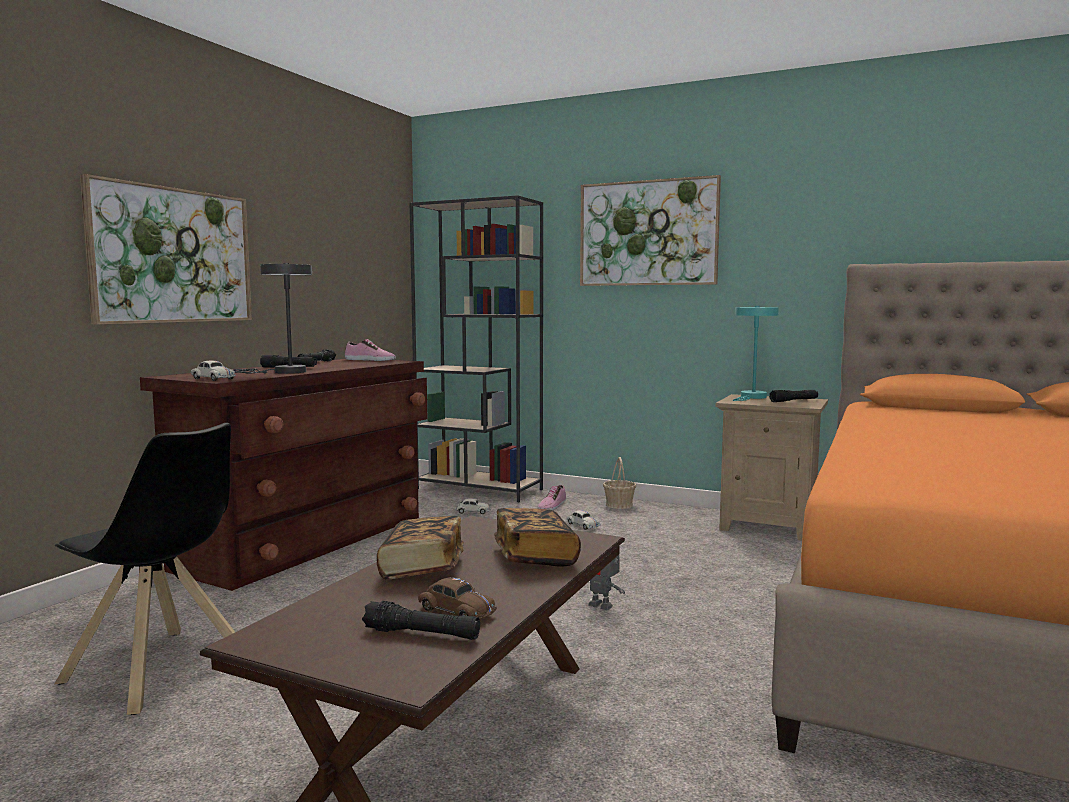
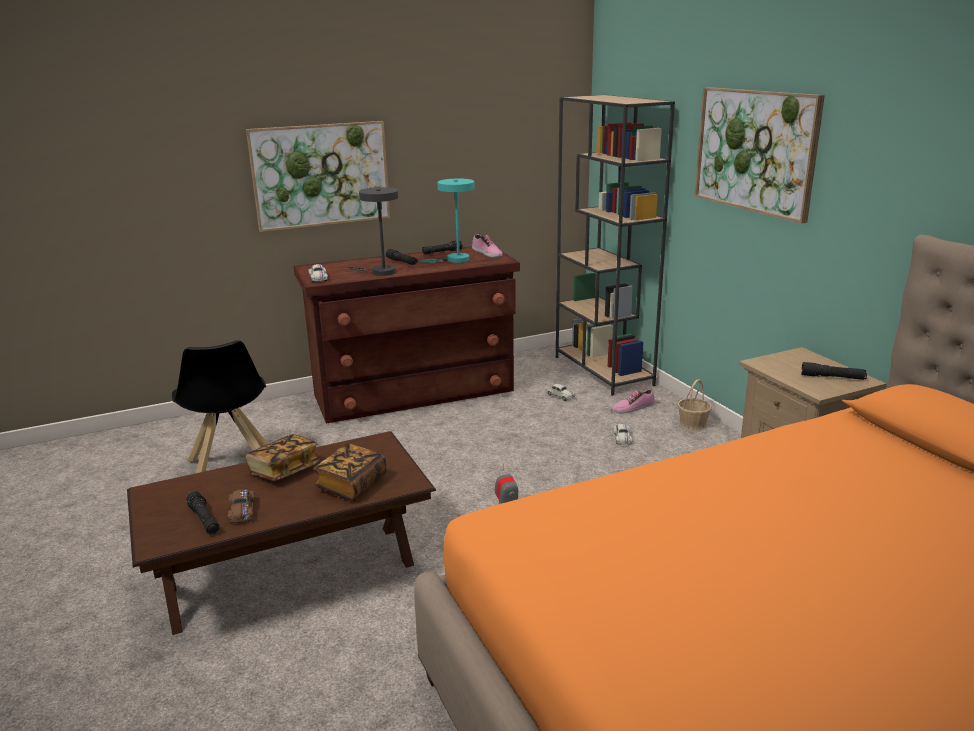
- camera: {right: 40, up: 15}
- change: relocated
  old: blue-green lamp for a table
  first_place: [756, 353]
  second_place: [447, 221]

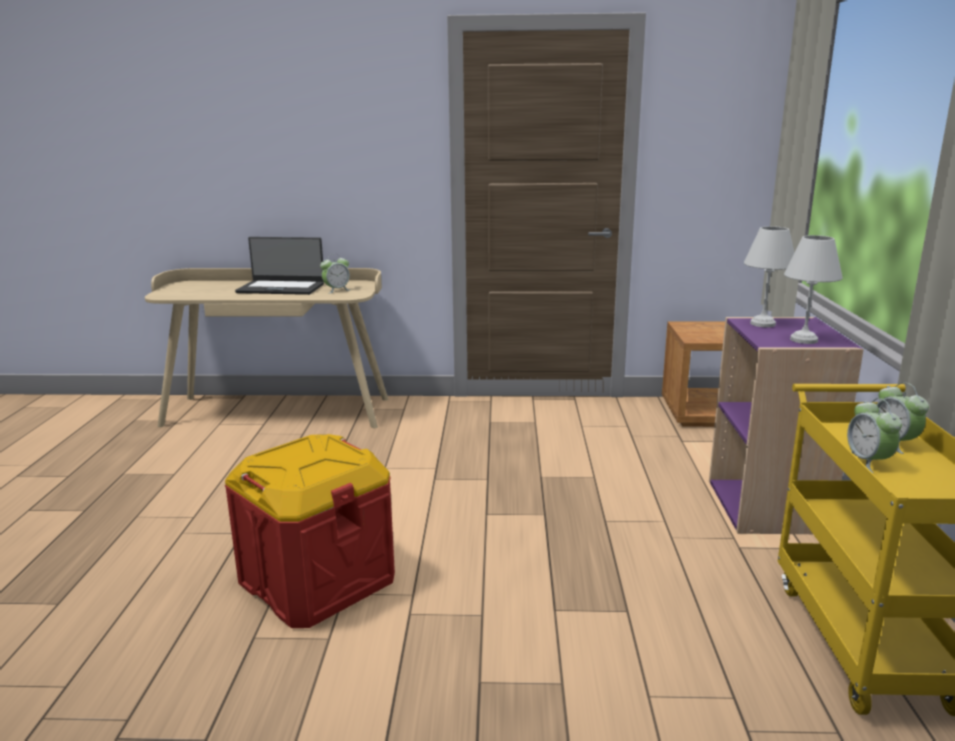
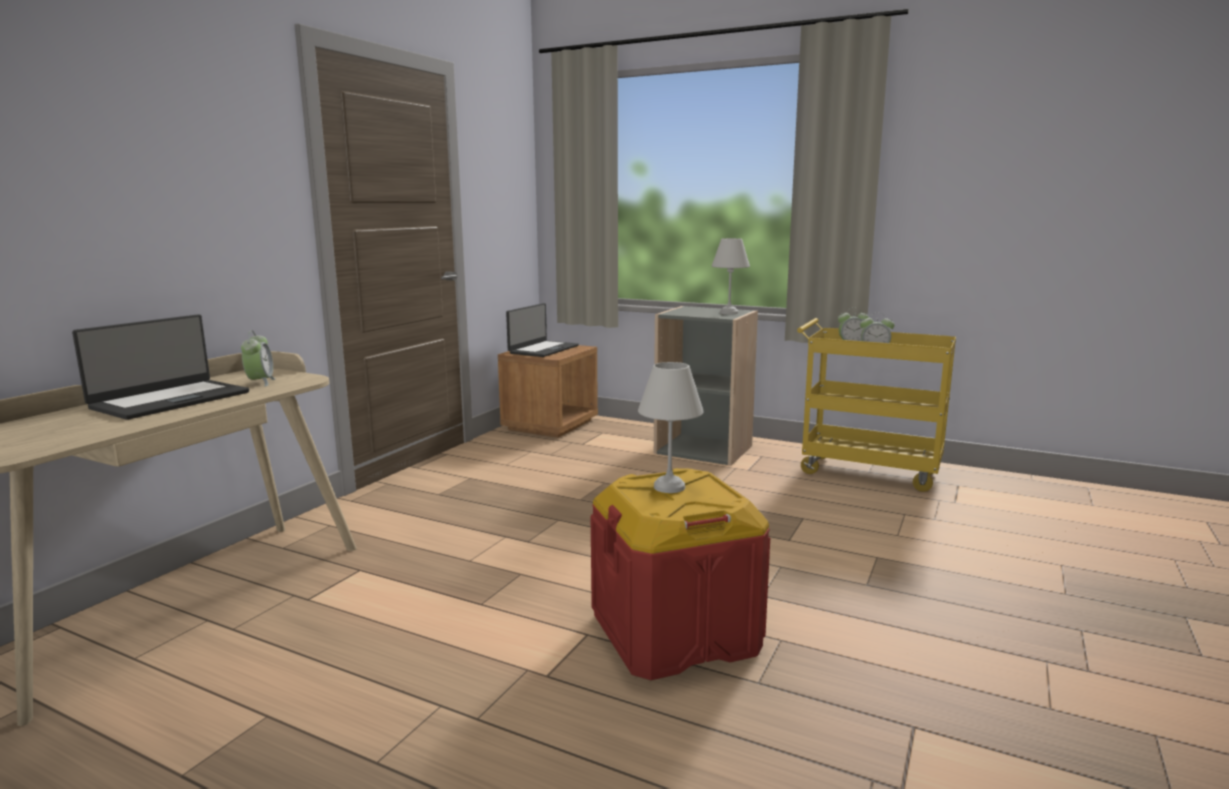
- camera: {right: -65, up: -5}
- change: appeared
  new: laptop
  second_place: [542, 330]
- change: relocated
  old: whitish lamp for a table
  first_place: [769, 276]
  second_place: [671, 427]
- change: colour
  old: purplish shelving unit
  new: greyish shelving unit
  first_place: [786, 425]
  second_place: [706, 386]

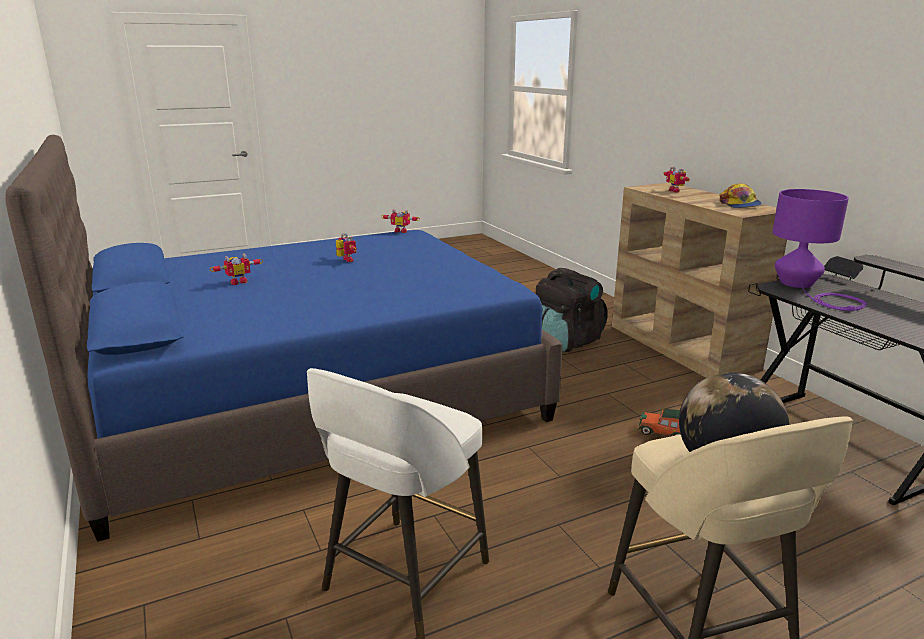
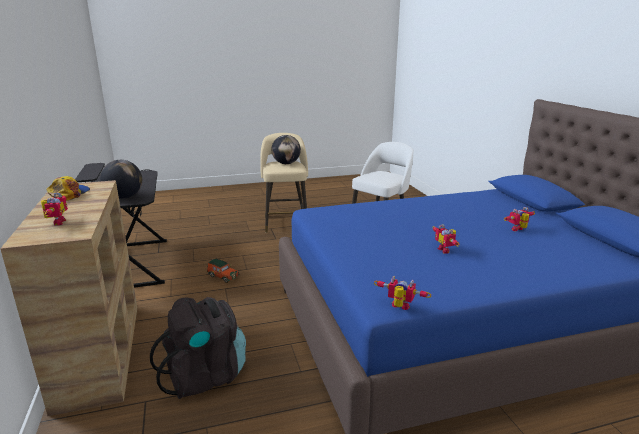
- camera: {right: -170, up: 0}
- change: exchanged
  old: purplish lamp for a table
  new: globe
  first_place: [820, 250]
  second_place: [121, 179]

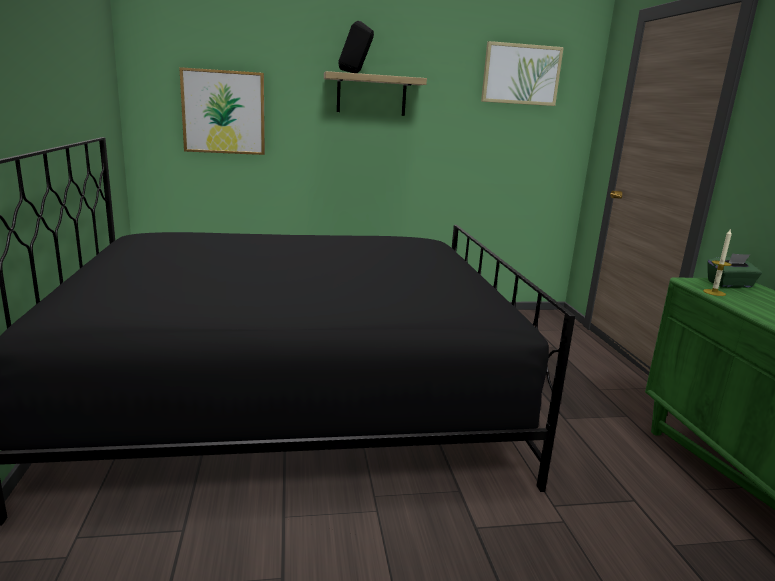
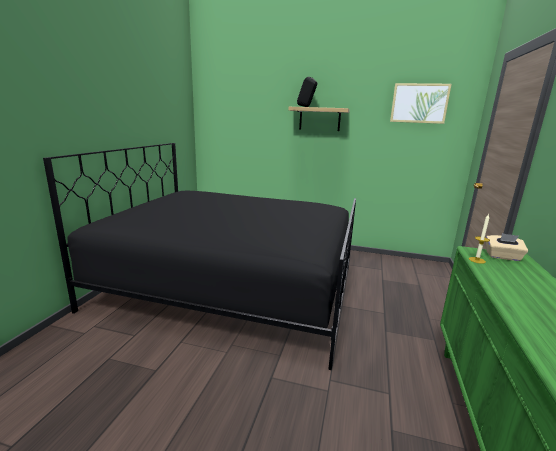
- camera: {right: 25, up: 0}
- change: missing
  old: picture
  first_place: [222, 111]
- change: colour
  old: green tissue holder
  new: beige tissue holder
  first_place: [734, 270]
  second_place: [507, 247]

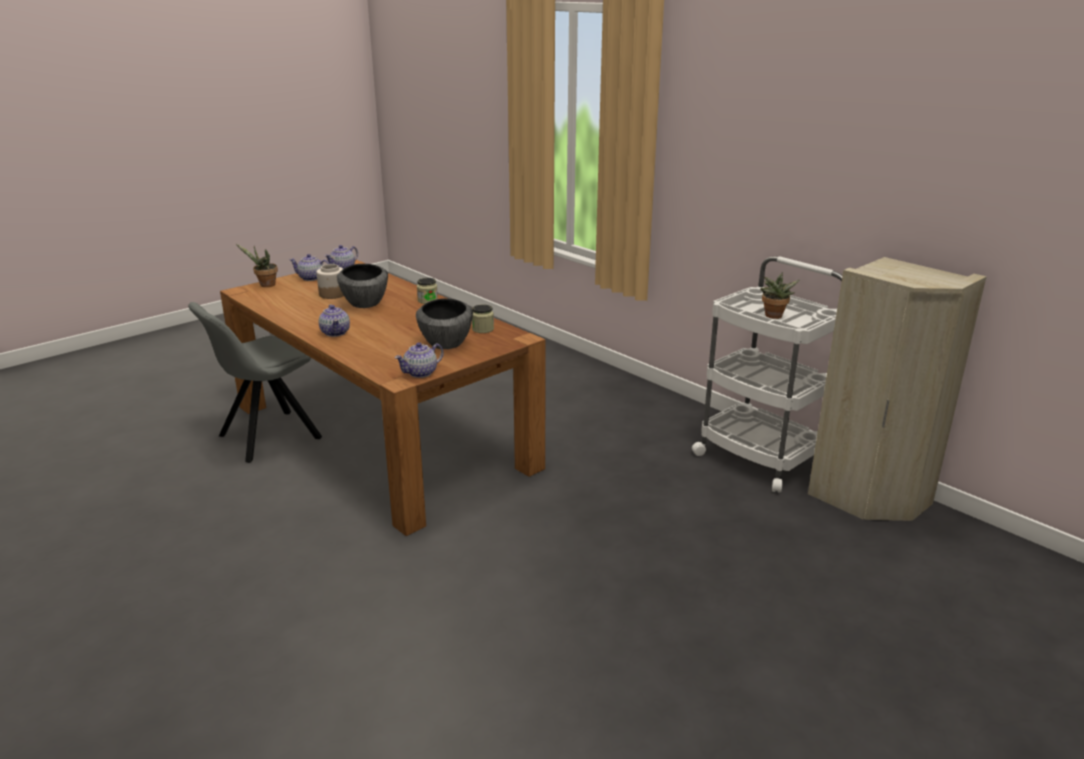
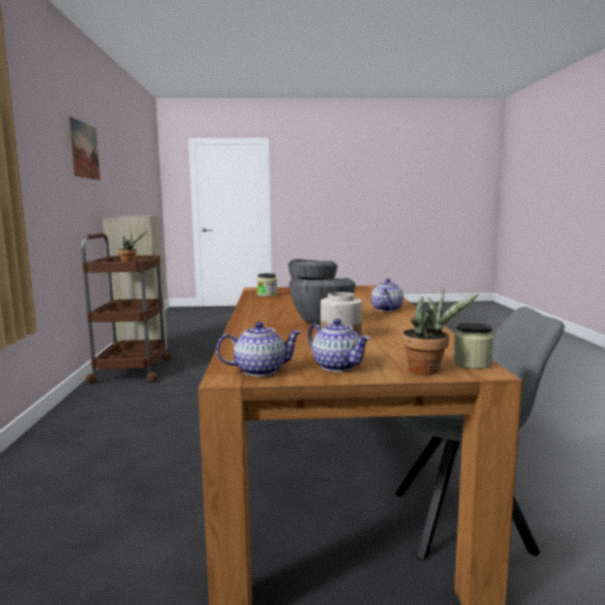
- camera: {right: -140, up: -15}
- change: missing
  old: pot for tea
  first_place: [419, 360]
- change: appeared
  new: picture
  second_place: [84, 148]
- change: relocated
  old: storage jar
  first_place: [427, 291]
  second_place: [473, 345]
- change: colour
  old: whitish cart
  new: brownish cart
  first_place: [767, 374]
  second_place: [126, 308]

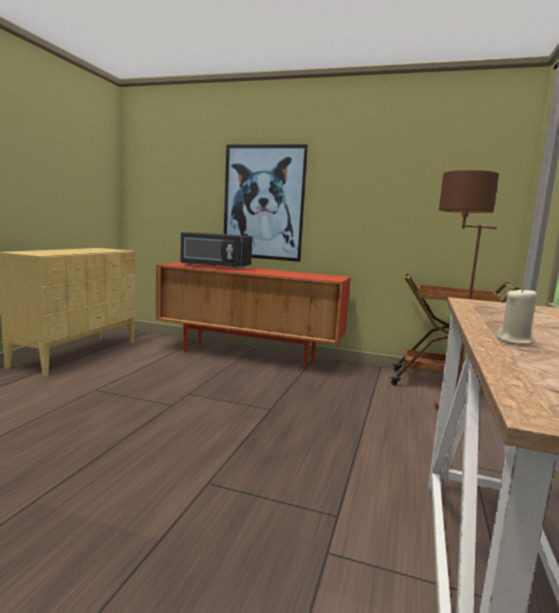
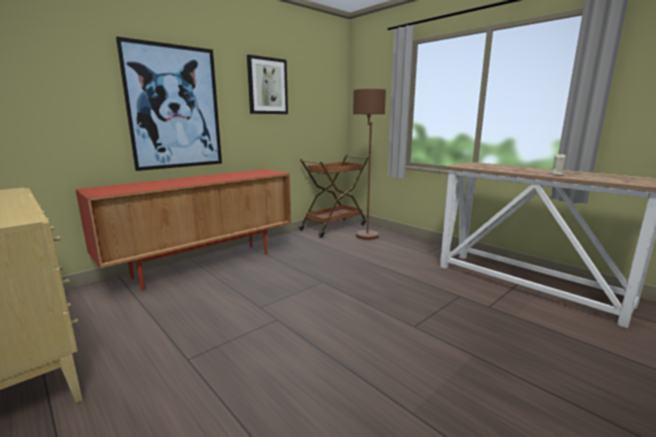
- camera: {right: -60, up: 5}
- change: missing
  old: black-coloured microwave
  first_place: [216, 251]
- change: appeared
  new: picture
  second_place: [267, 84]

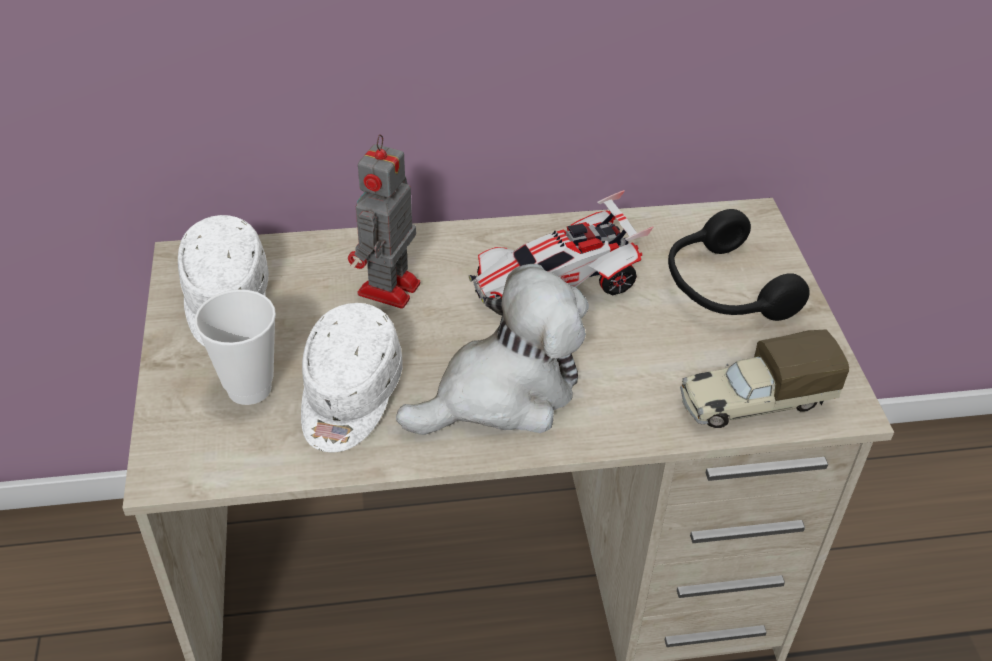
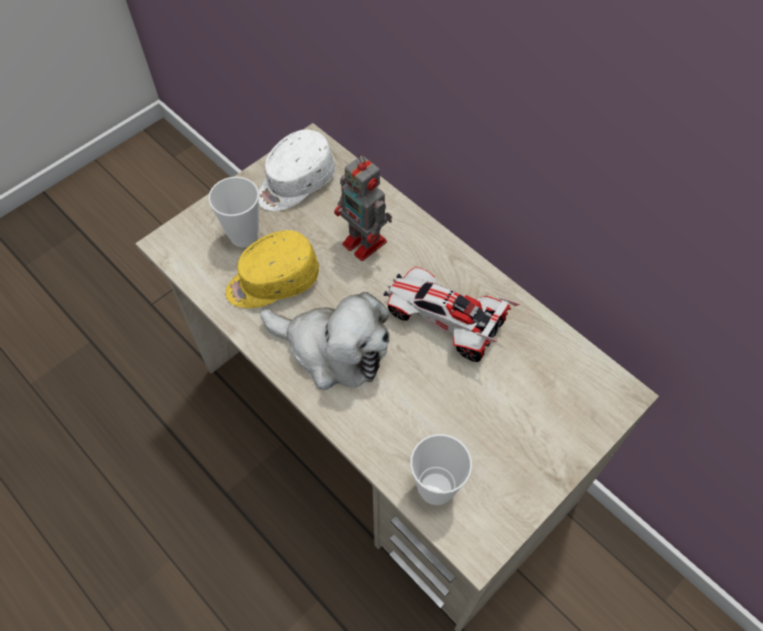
- camera: {right: 55, up: 15}
- change: missing
  old: black-coloured pair of headphones
  first_place: [739, 265]
- change: exchanged
  old: toy lorry
  new: small cup
  first_place: [764, 379]
  second_place: [441, 469]
- change: colour
  old: whitish baseball cap
  new: yellow baseball cap
  first_place: [352, 378]
  second_place: [272, 269]
- change: spun
  old: toy robot
  first_place: [384, 221]
  second_place: [363, 207]
  degrees: -120

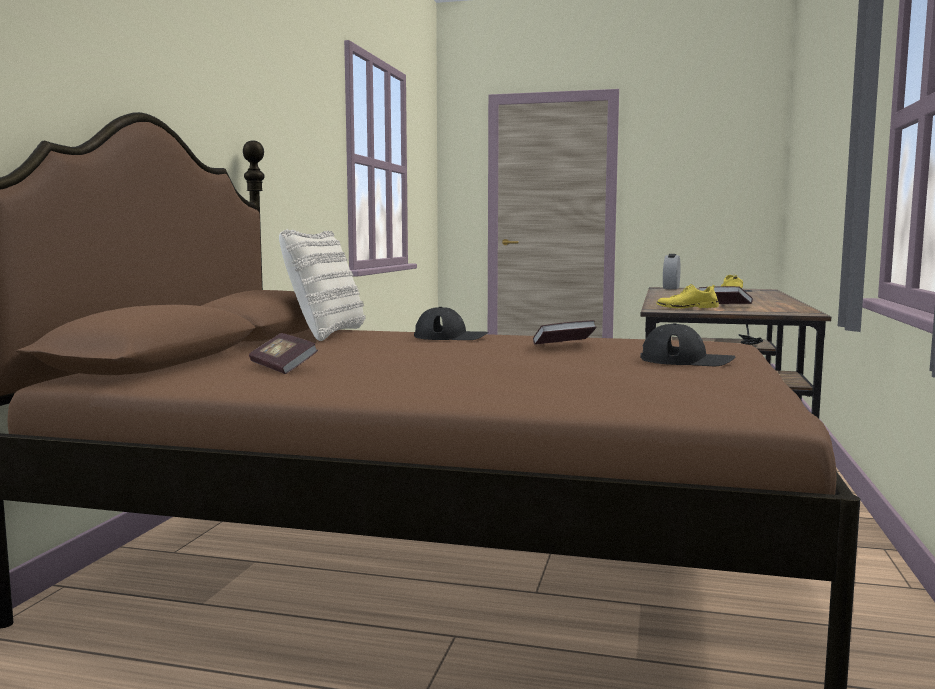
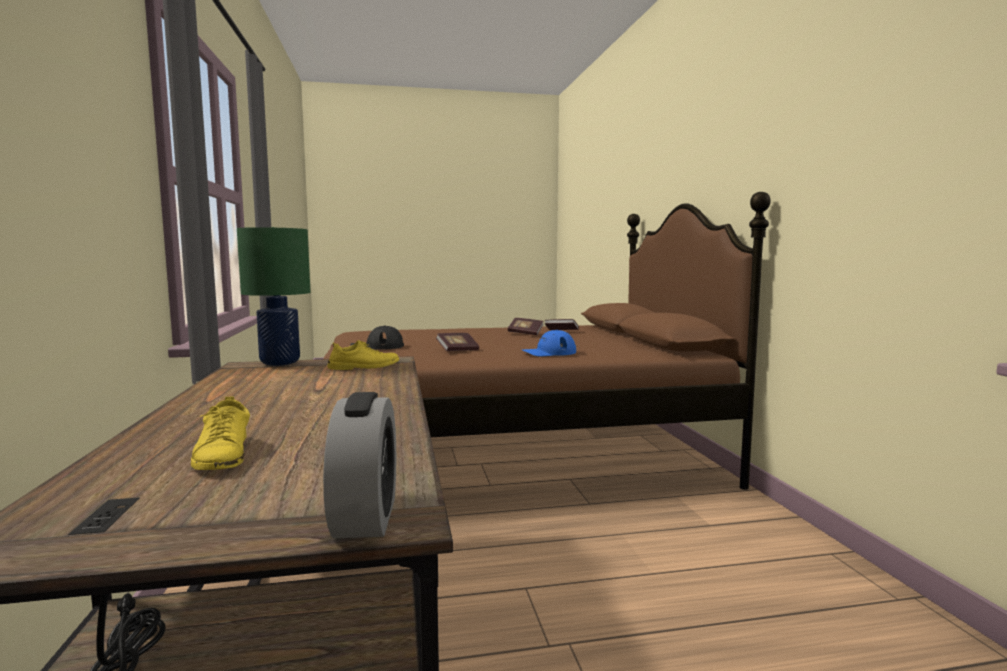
- camera: {right: 155, up: 0}
- change: missing
  old: beige pillow
  first_place: [322, 285]
- change: appeared
  new: green lamp for a table
  second_place: [274, 296]
- change: relocated
  old: volume
  first_place: [726, 295]
  second_place: [525, 326]
- change: colour
  old: black-coloured baseball cap
  new: blue baseball cap
  first_place: [451, 323]
  second_place: [549, 343]

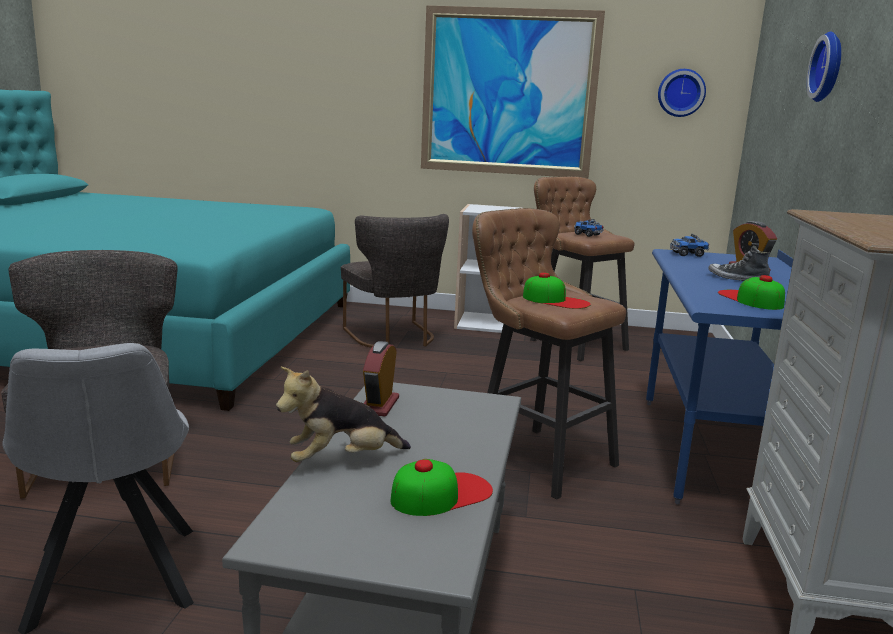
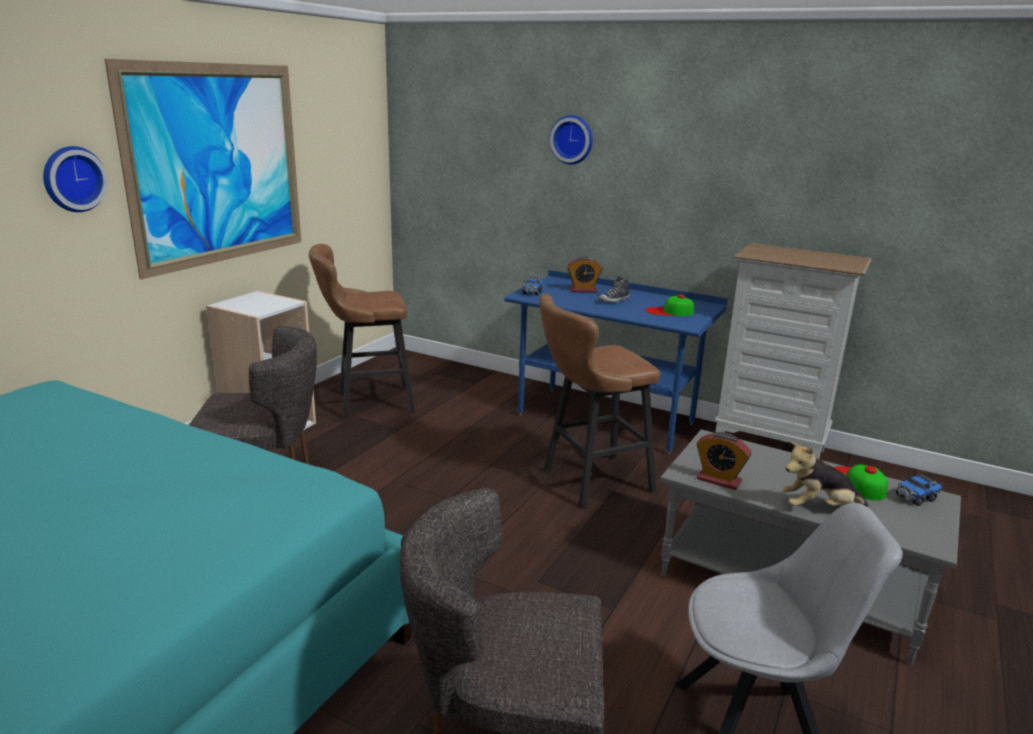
- camera: {right: -70, up: 5}
- change: missing
  old: baseball cap
  first_place: [557, 291]
- change: relocated
  old: toy lorry
  first_place: [589, 228]
  second_place: [919, 489]
- change: relocated
  old: hanging clock
  first_place: [682, 93]
  second_place: [75, 179]
- change: spun
  old: cuddly toy
  first_place: [343, 414]
  second_place: [825, 474]
  degrees: 90

